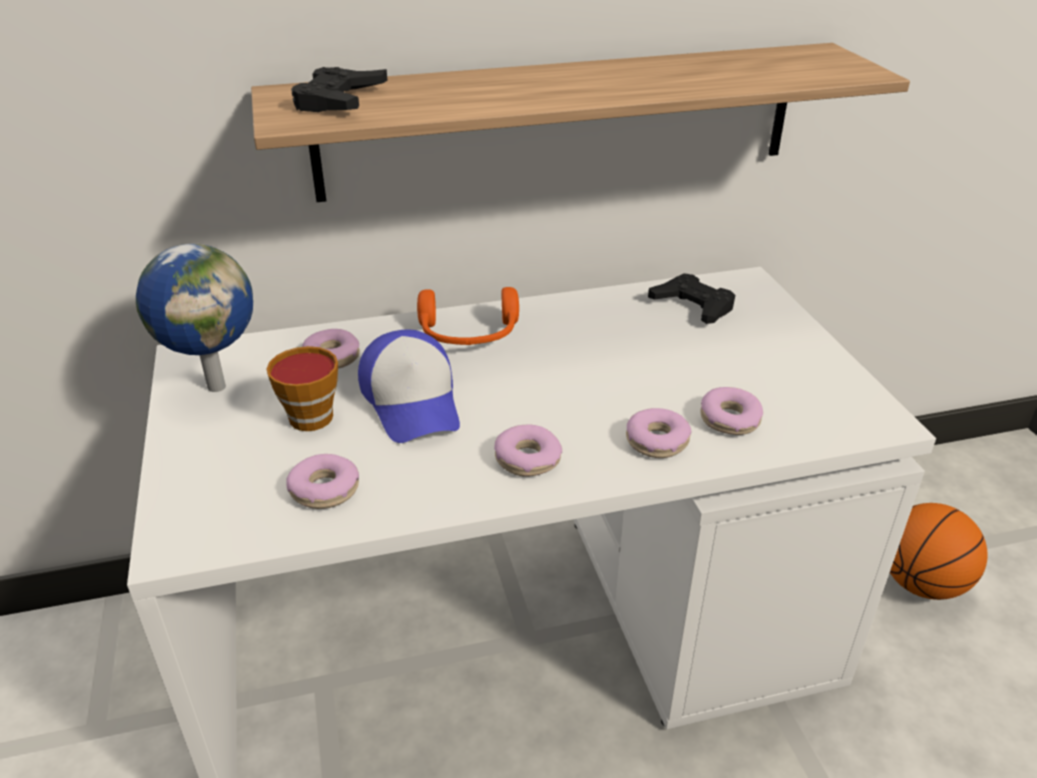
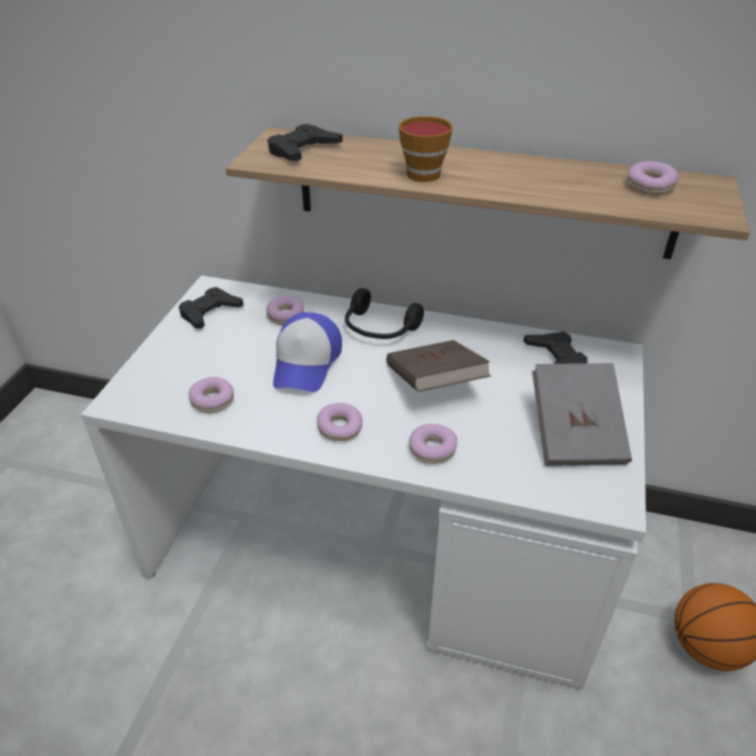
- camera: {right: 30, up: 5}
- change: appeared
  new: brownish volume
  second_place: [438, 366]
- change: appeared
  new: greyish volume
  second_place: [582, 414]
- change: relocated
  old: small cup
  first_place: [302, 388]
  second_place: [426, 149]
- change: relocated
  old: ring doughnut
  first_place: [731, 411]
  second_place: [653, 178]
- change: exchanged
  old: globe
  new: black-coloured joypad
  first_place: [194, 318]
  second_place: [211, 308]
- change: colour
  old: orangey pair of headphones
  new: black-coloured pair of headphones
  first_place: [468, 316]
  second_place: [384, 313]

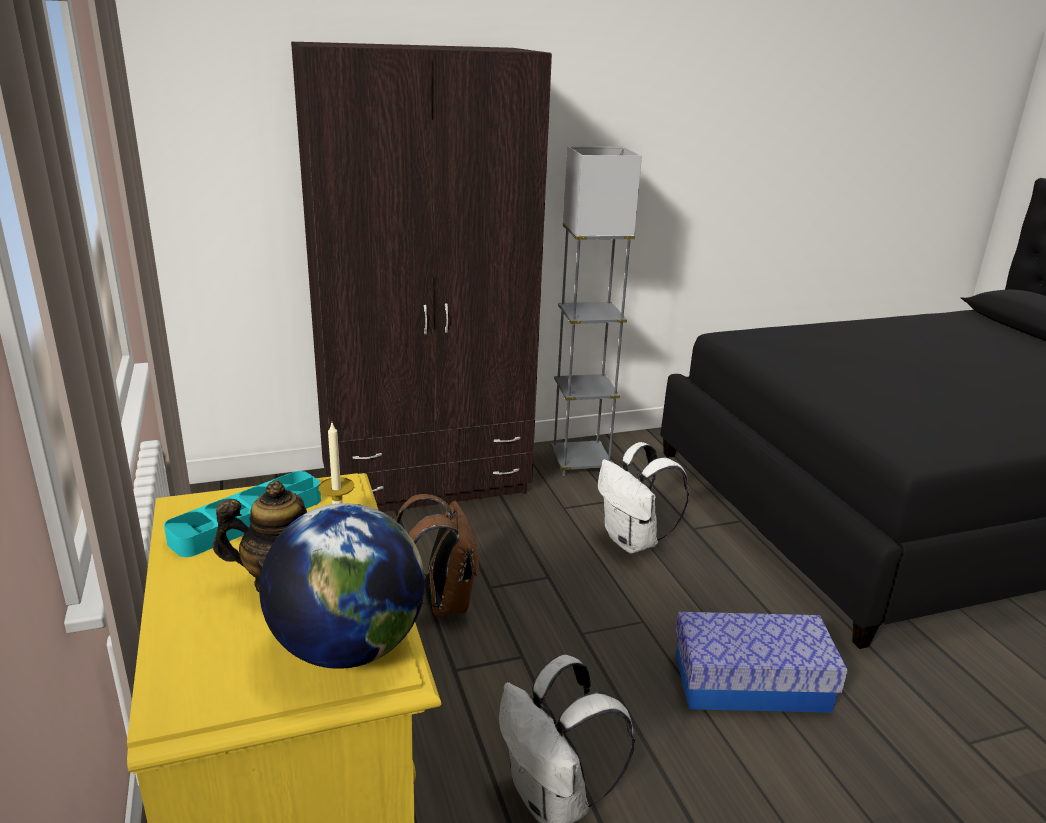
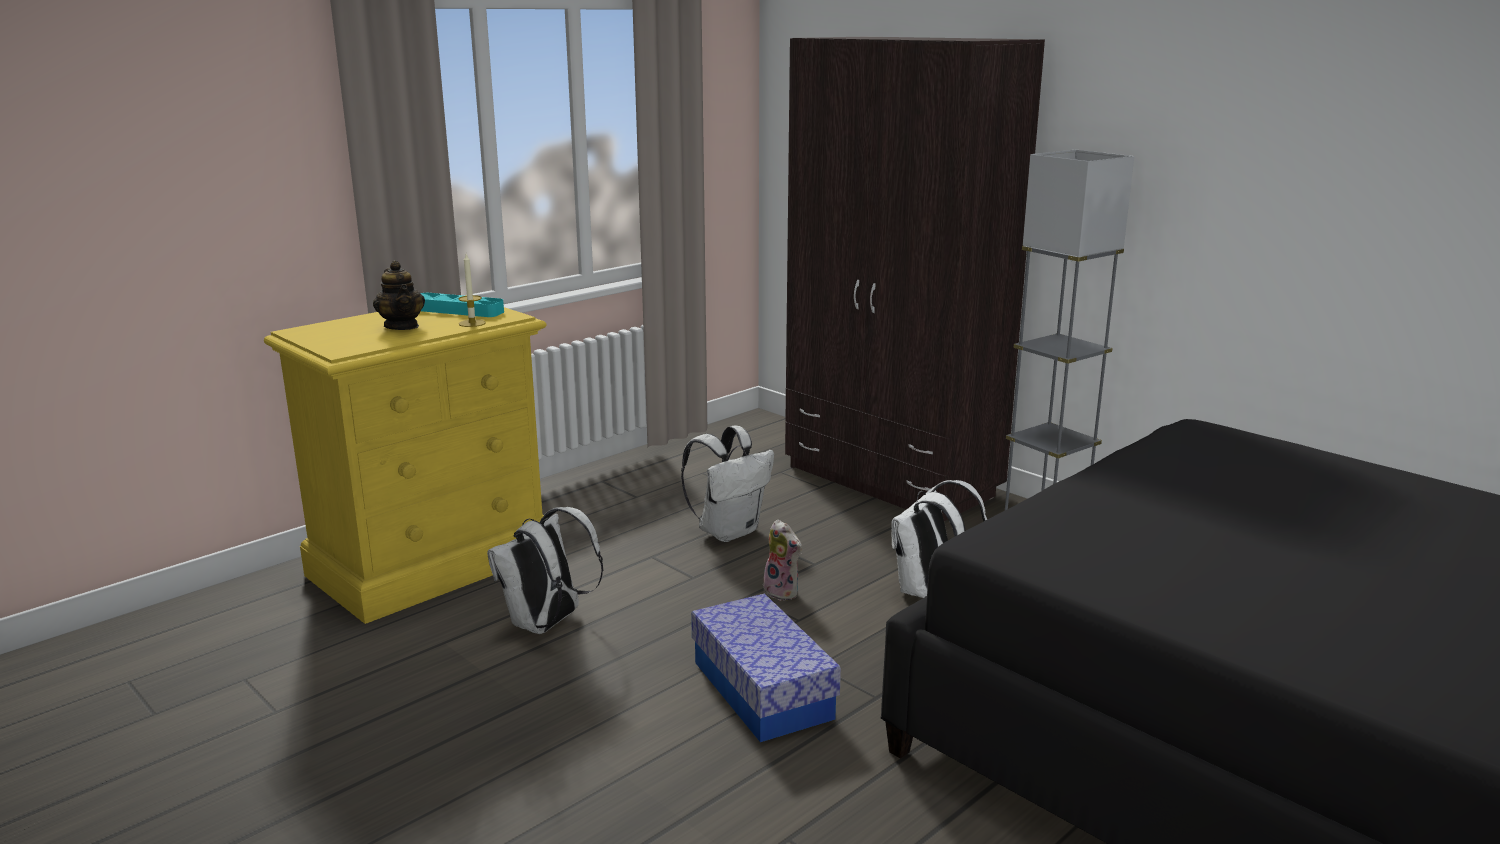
- camera: {right: 65, up: -5}
- change: missing
  old: globe
  first_place: [342, 586]
- change: appeared
  new: cuddly toy
  second_place: [782, 560]
- change: colour
  old: brownish rucksack
  new: whitish rucksack
  first_place: [438, 555]
  second_place: [727, 483]

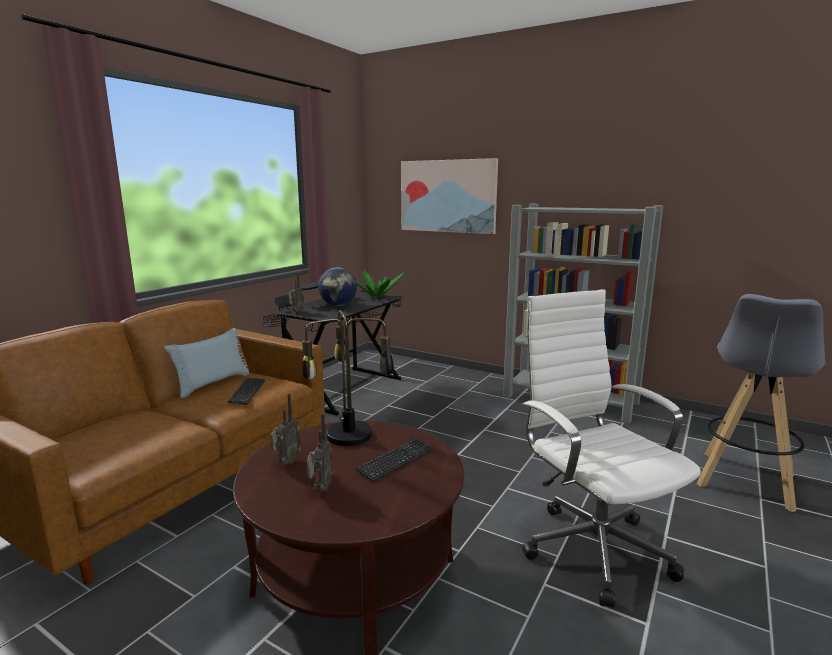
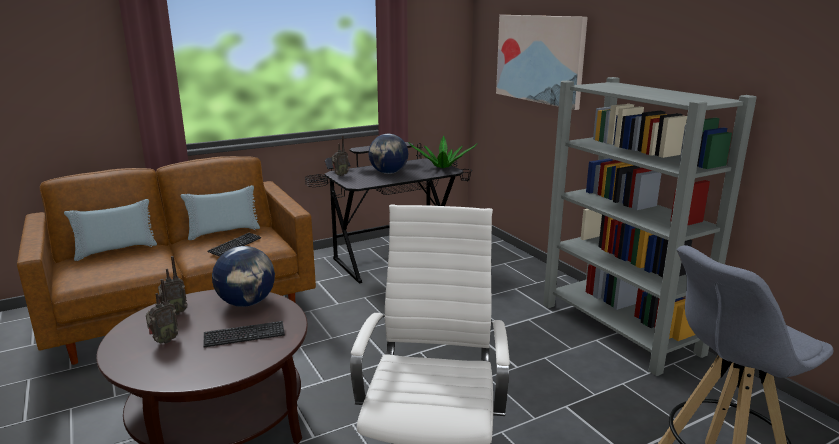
- camera: {right: 30, up: 5}
- change: appeared
  new: blue pillow
  second_place: [110, 230]
- change: exchanged
  old: lamp for a table
  new: globe
  first_place: [348, 378]
  second_place: [243, 276]

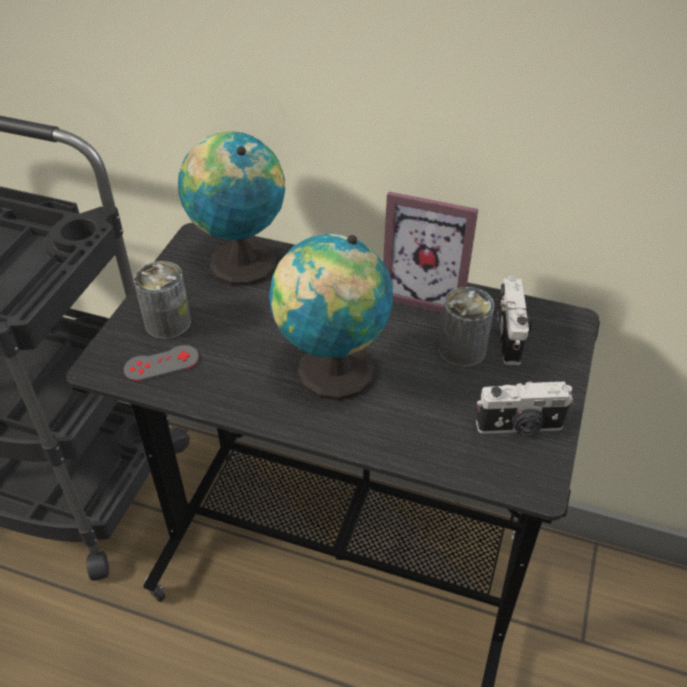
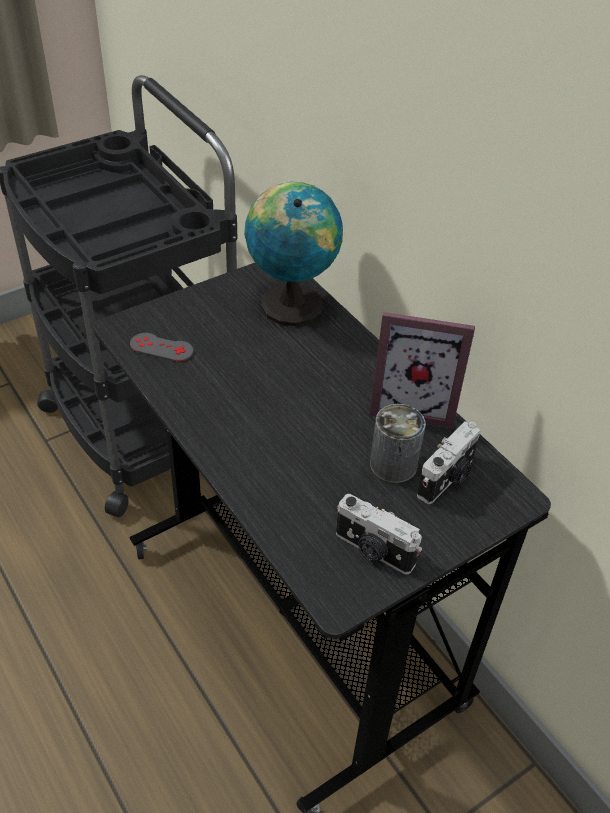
- camera: {right: 35, up: 0}
- change: missing
  old: metal can
  first_place: [162, 300]
- change: missing
  old: globe
  first_place: [331, 316]
- change: spun
  old: standing frame
  first_place: [430, 252]
  second_place: [422, 370]
  degrees: -45

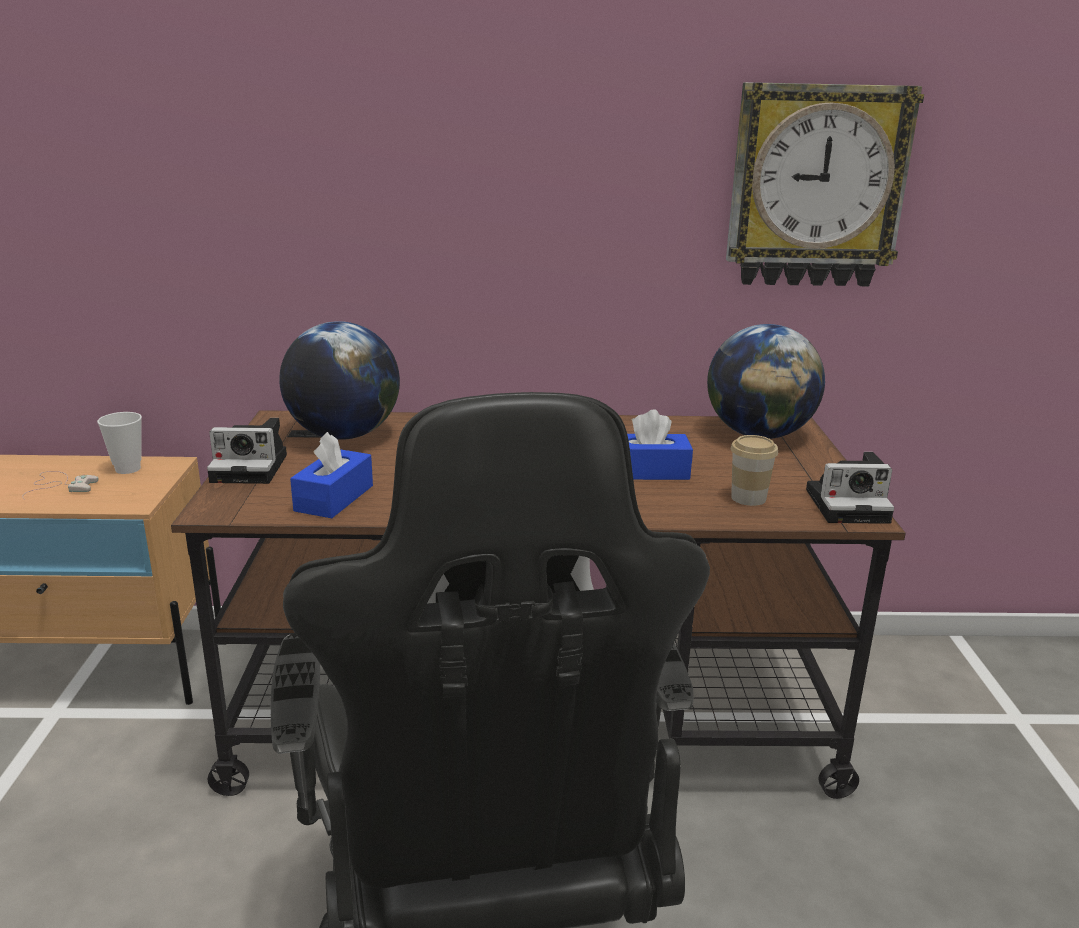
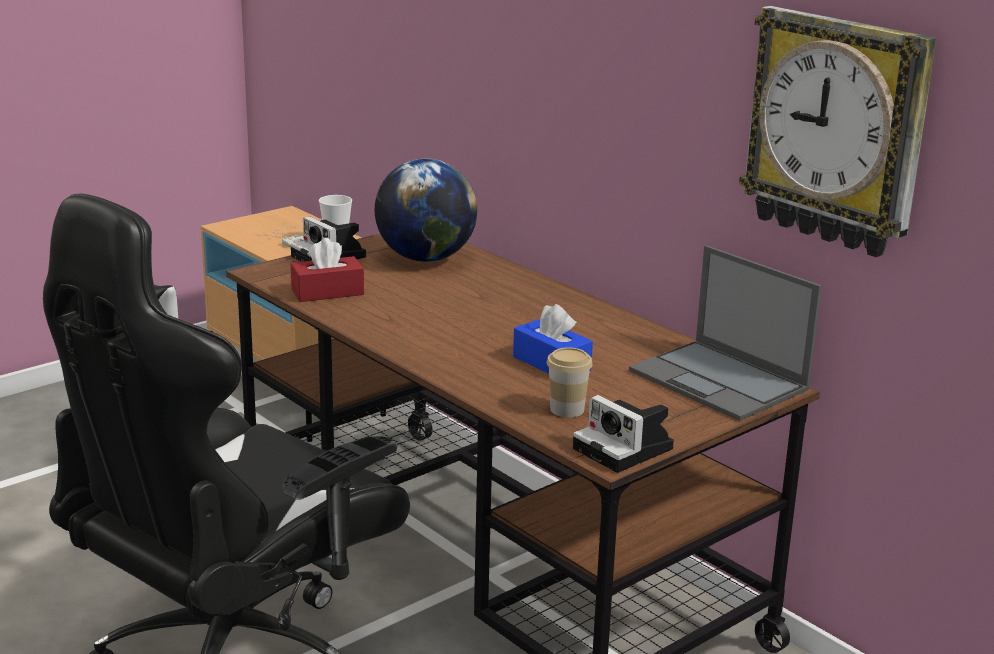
- camera: {right: 50, up: 0}
- change: exchanged
  old: globe
  new: laptop
  first_place: [766, 381]
  second_place: [725, 333]
- change: colour
  old: blue tissue holder
  new: reddish tissue holder
  first_place: [331, 475]
  second_place: [327, 270]

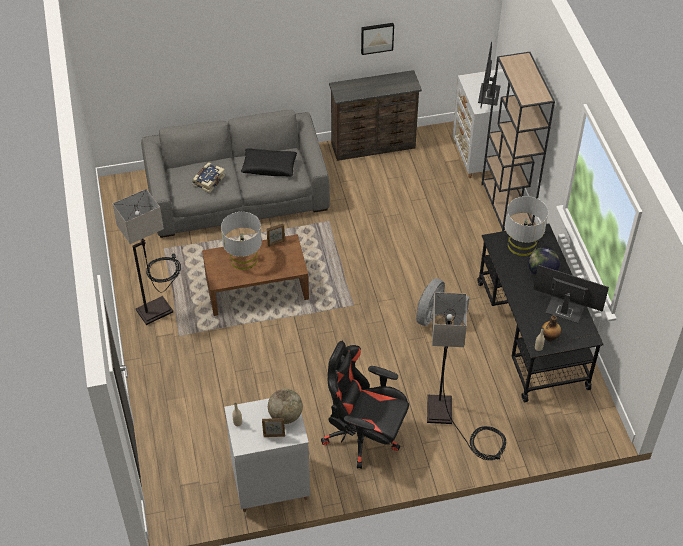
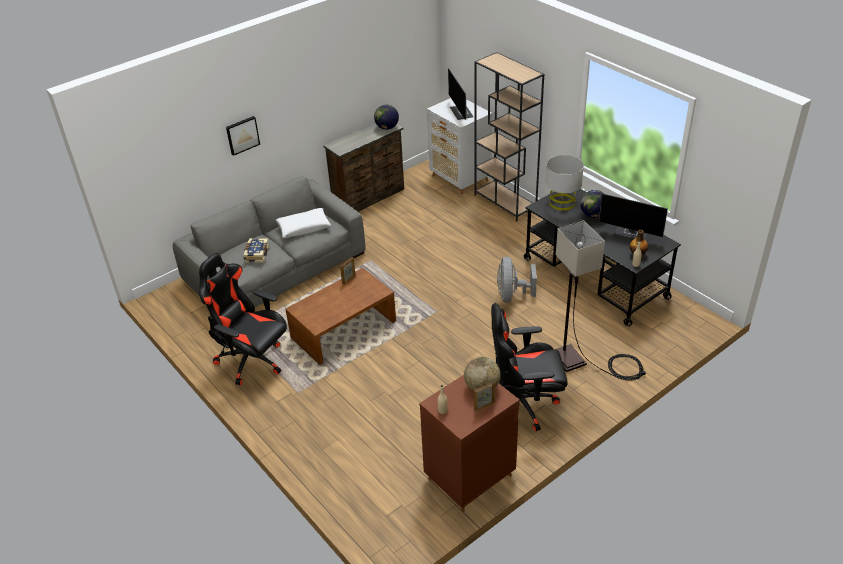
- camera: {right: -25, up: -10}
- change: missing
  old: greyish lamp for a table
  first_place: [241, 241]
- change: appeared
  new: globe
  second_place: [386, 117]
- change: relocated
  old: picture
  first_place: [377, 39]
  second_place: [243, 136]
- change: exchanged
  old: standard lamp
  new: black-coloured desk chair
  first_place: [147, 257]
  second_place: [243, 319]
- change: colour
  old: whitish chest of drawers
  new: brownish chest of drawers
  first_place: [267, 455]
  second_place: [469, 443]
- change: colour
  old: black-coloured pillow
  new: whitish pillow
  first_place: [269, 162]
  second_place: [303, 223]
- change: spun
  old: monitor
  first_place: [571, 294]
  second_place: [633, 216]
  degrees: -150

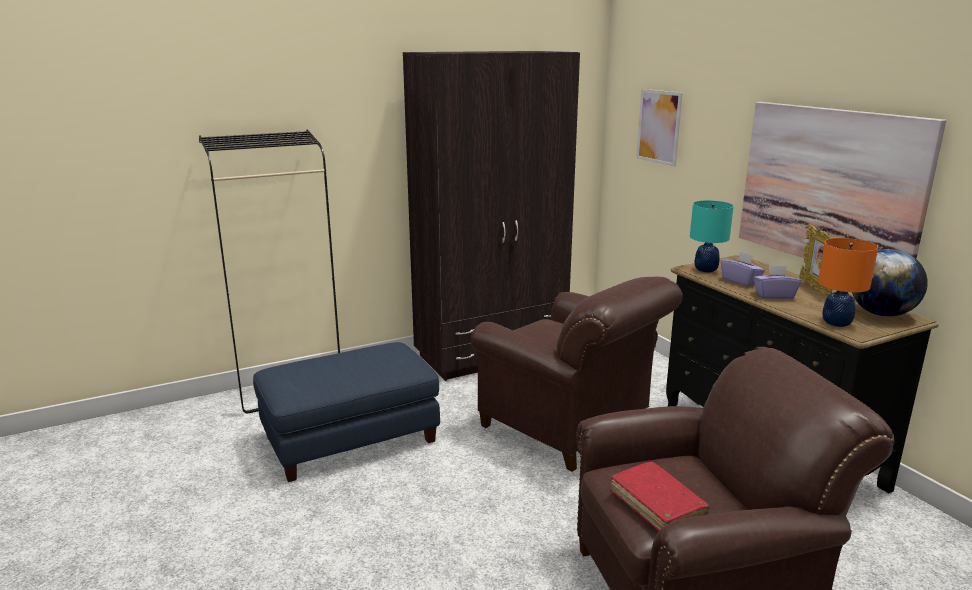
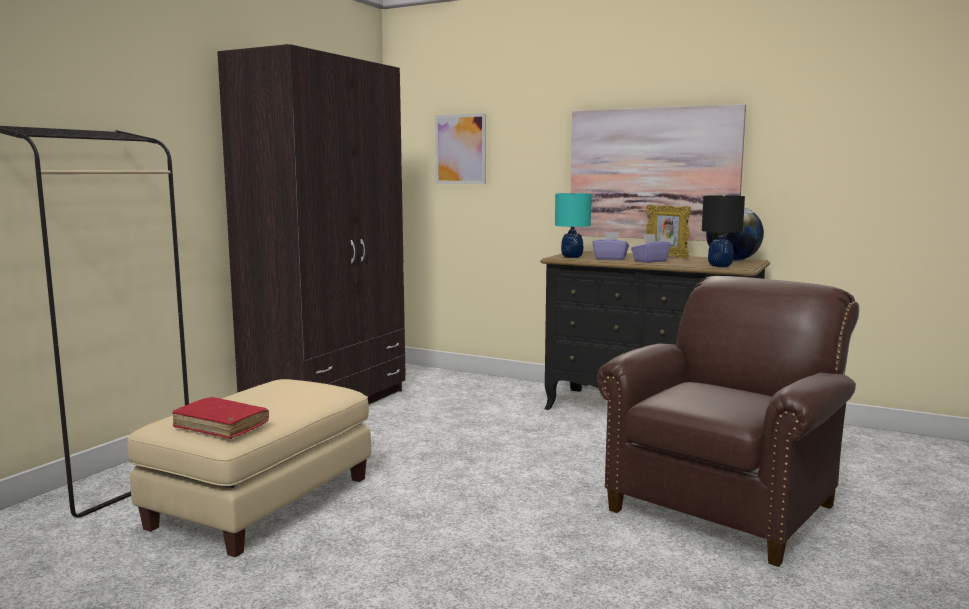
- camera: {right: -35, up: -10}
- change: missing
  old: brownish easy chair
  first_place: [577, 374]
- change: relocated
  old: reddish volume
  first_place: [660, 496]
  second_place: [220, 418]
- change: colour
  old: blue footrest
  new: beige footrest
  first_place: [346, 412]
  second_place: [249, 468]
- change: colour
  old: orangey lamp for a table
  new: black-coloured lamp for a table
  first_place: [848, 282]
  second_place: [723, 231]

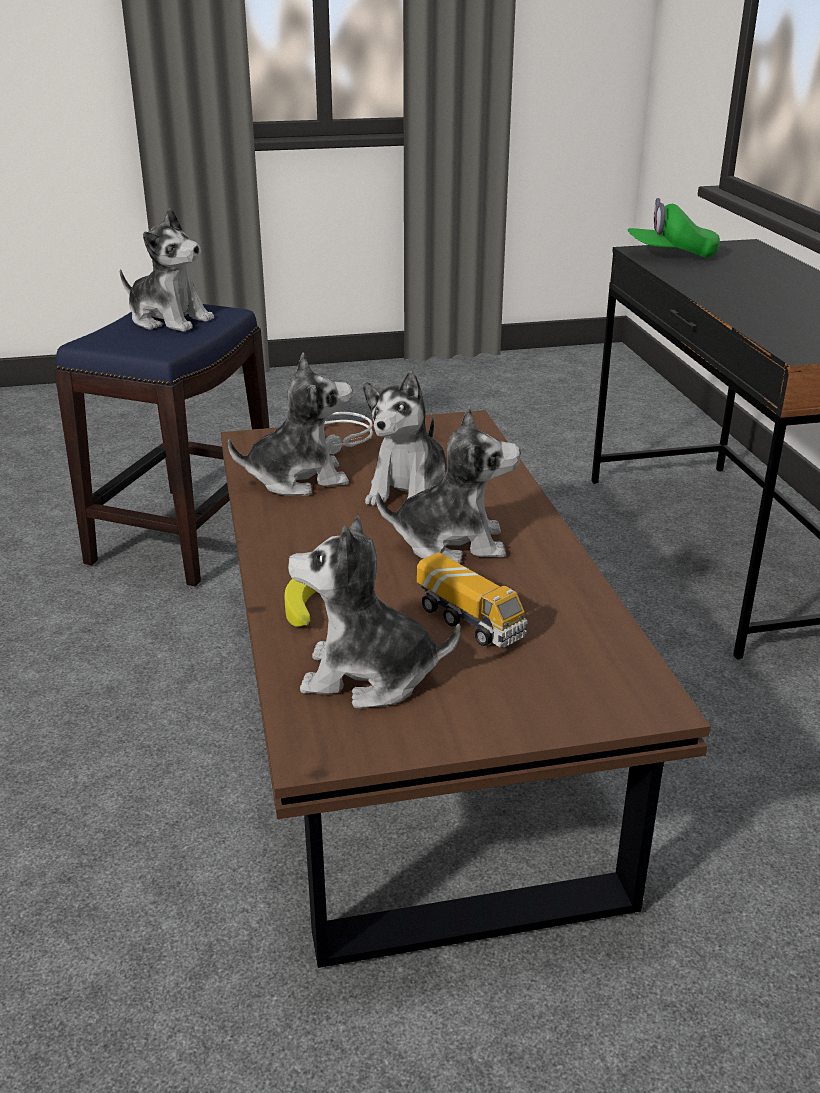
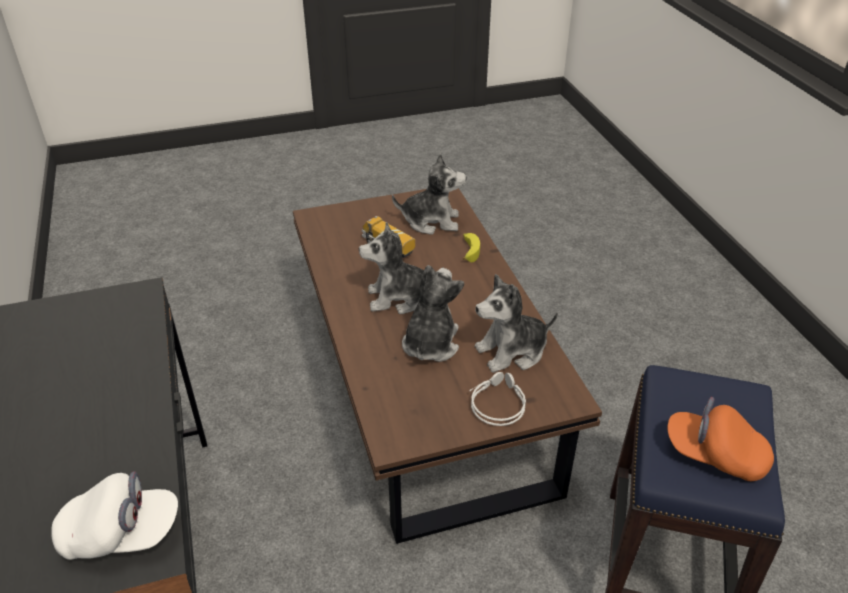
- camera: {right: 175, up: 10}
- change: exchanged
  old: cuddly toy
  new: orangey baseball cap
  first_place: [167, 270]
  second_place: [721, 439]
- change: colour
  old: green baseball cap
  new: whitish baseball cap
  first_place: [673, 228]
  second_place: [114, 515]

